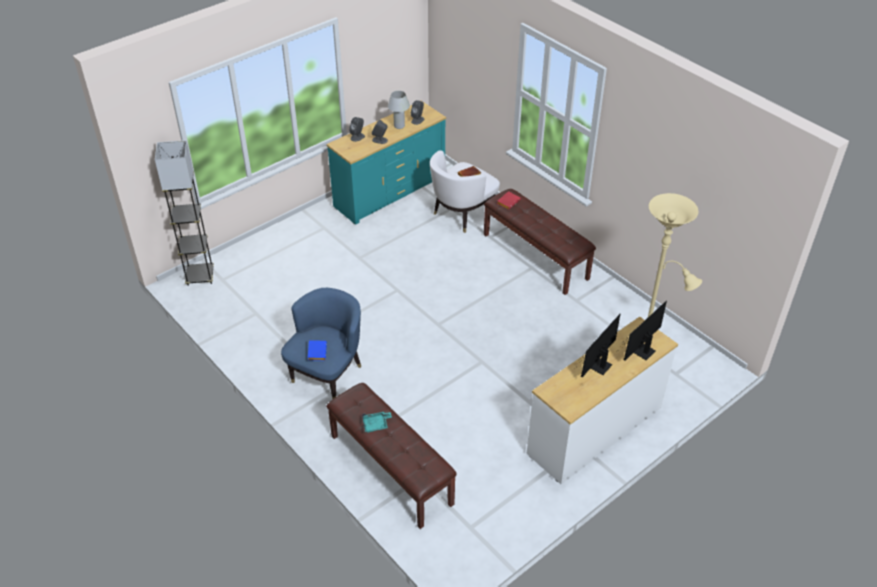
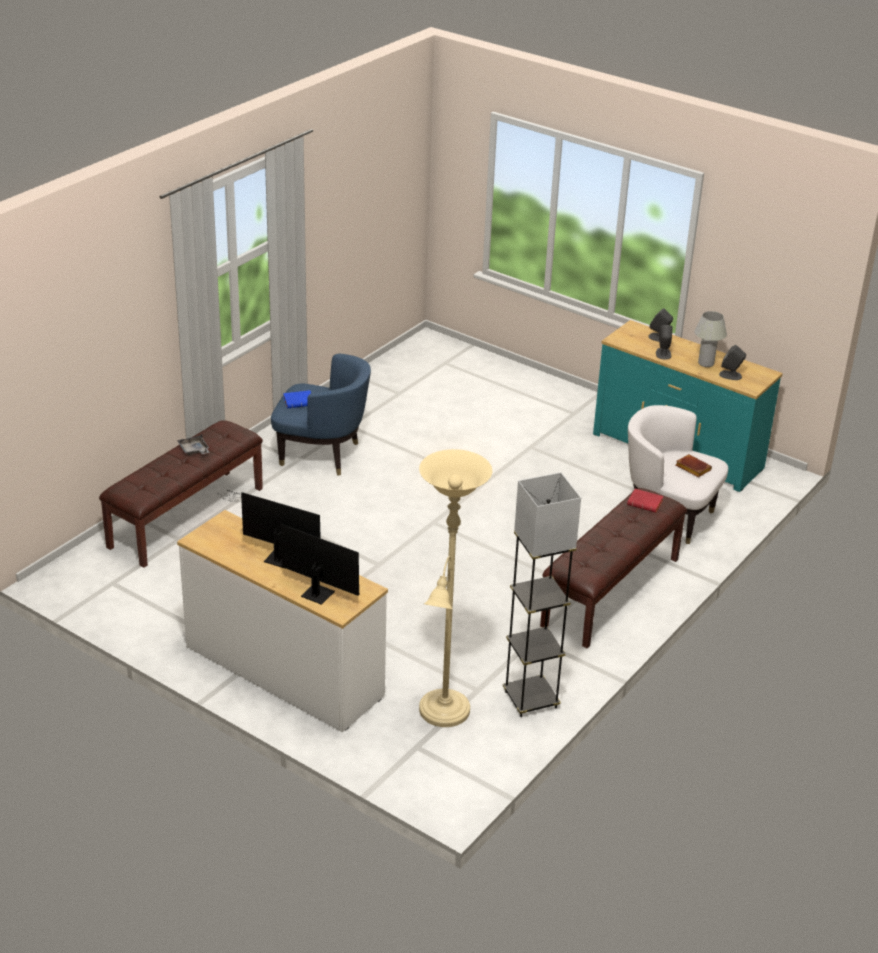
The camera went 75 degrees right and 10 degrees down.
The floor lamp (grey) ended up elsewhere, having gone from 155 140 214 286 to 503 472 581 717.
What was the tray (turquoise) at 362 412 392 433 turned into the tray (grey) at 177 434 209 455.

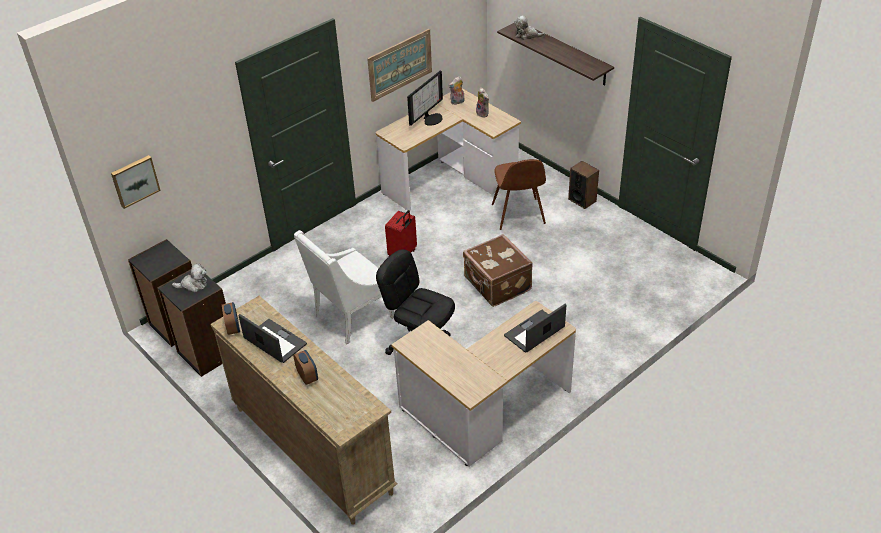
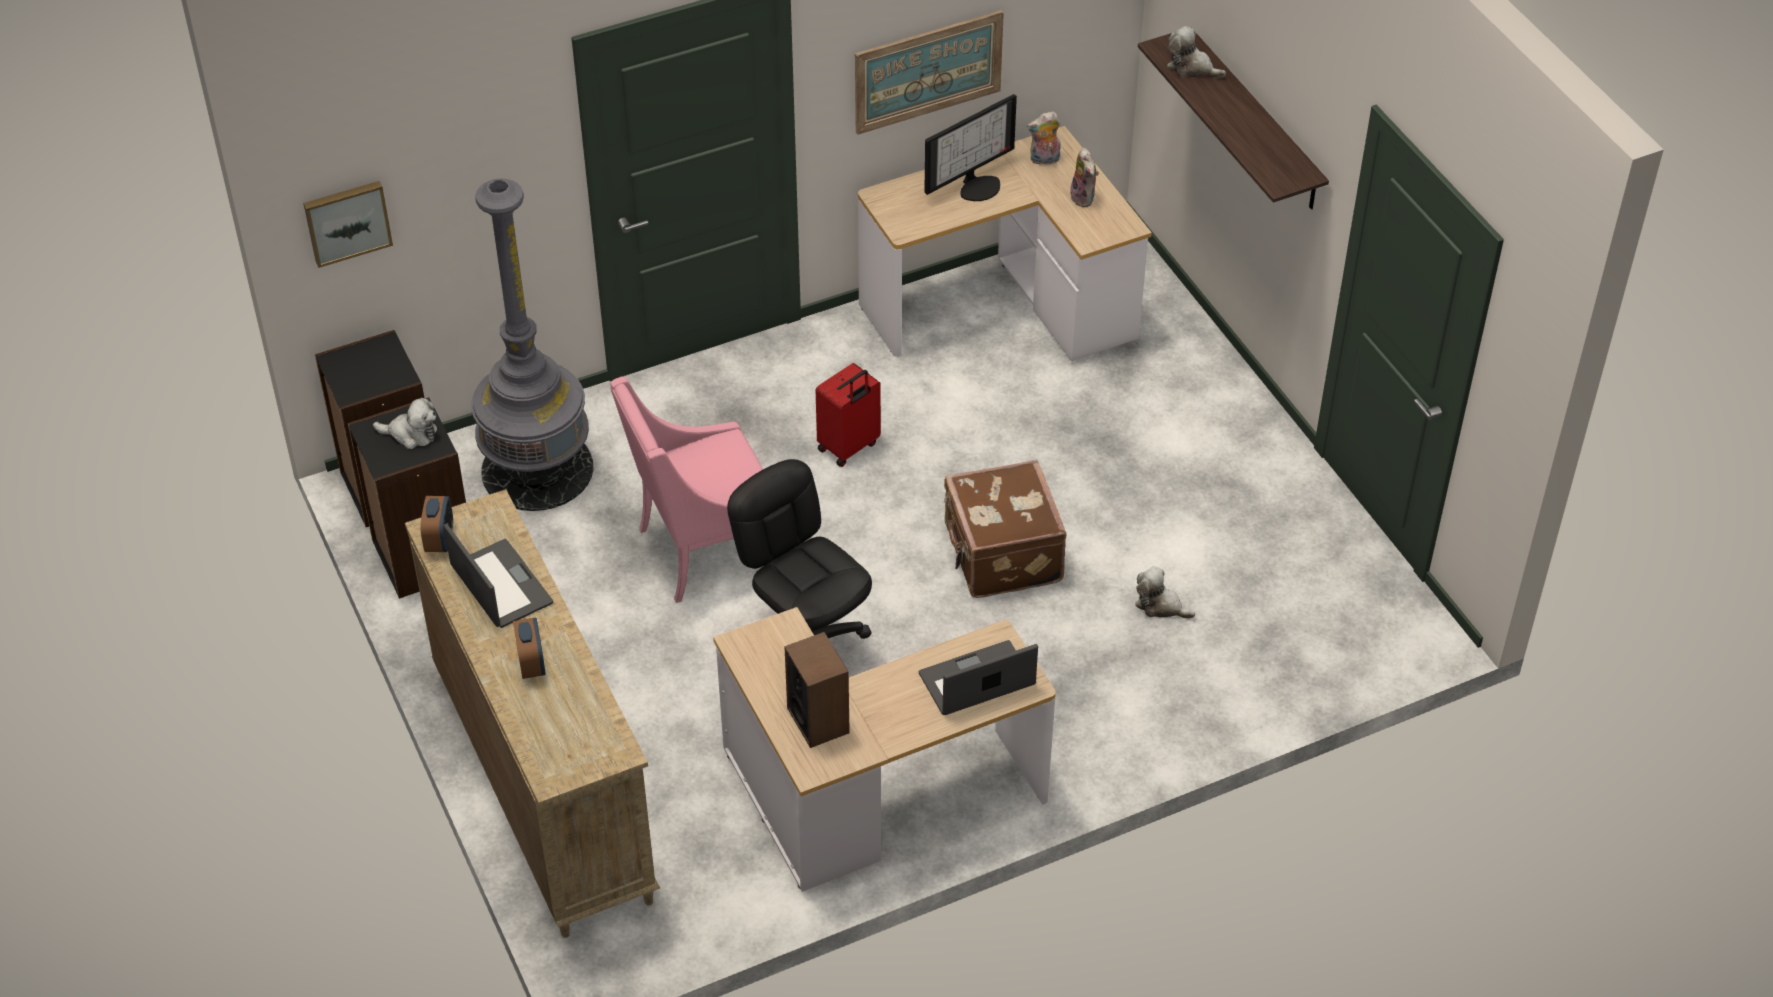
The camera went 15 degrees right and 5 degrees up.
The second view lost the chair (brown) at 492 159 546 230.
The second view gained the floor lamp (grey) at 471 179 593 511.
The second view gained the plush toy at 1135 566 1195 619.
The speaker ended up elsewhere, having gone from 568 161 599 209 to 784 632 850 748.
What was the armchair (white) at 294 230 394 344 turned into the armchair (pink) at 610 376 763 603.

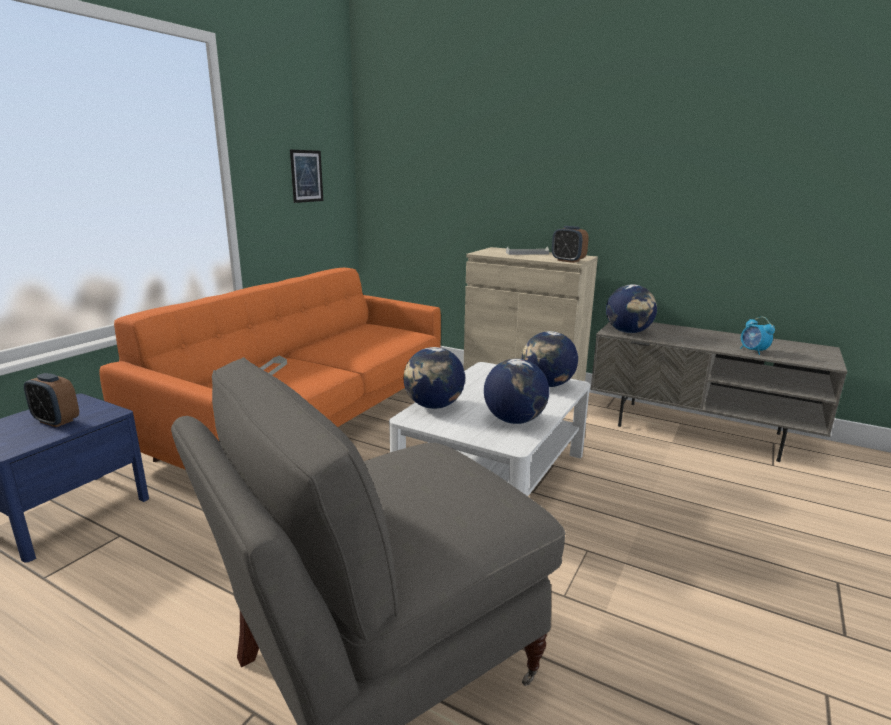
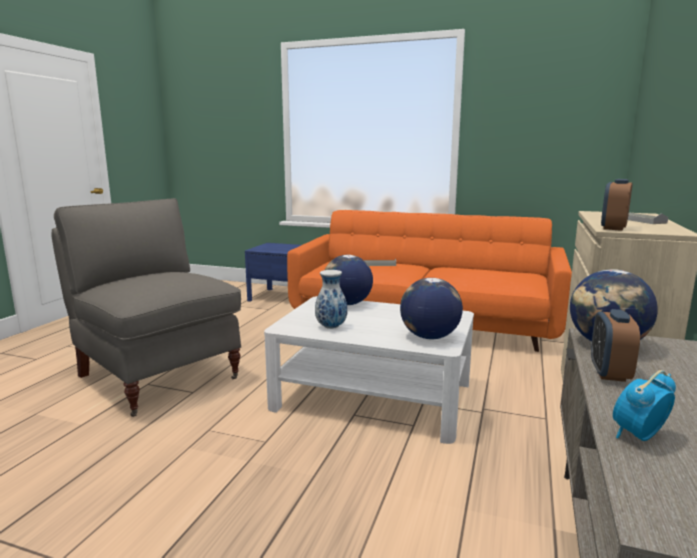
The camera went 80 degrees right and 5 degrees down.
The second view lost the picture at 290 150 323 203.
The alarm clock ended up elsewhere, having gone from 24 373 79 427 to 591 309 640 382.
Where the globe stood at 484 359 549 424, the vase came to stand at 315 270 348 329.

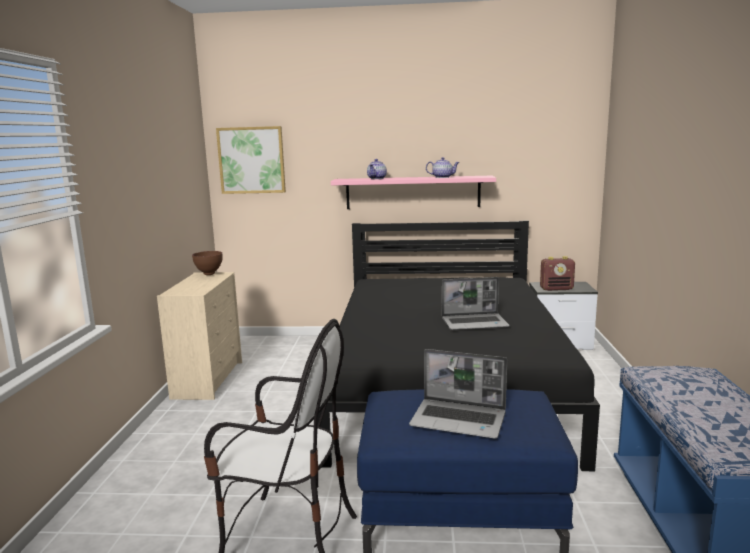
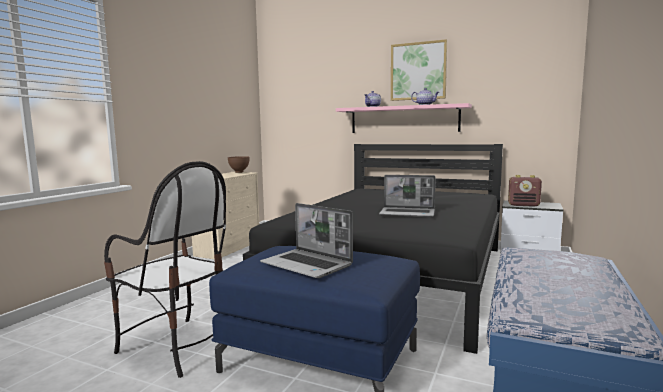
The camera went 20 degrees right and 5 degrees down.
The picture ended up elsewhere, having gone from 216 126 286 194 to 391 39 447 101.

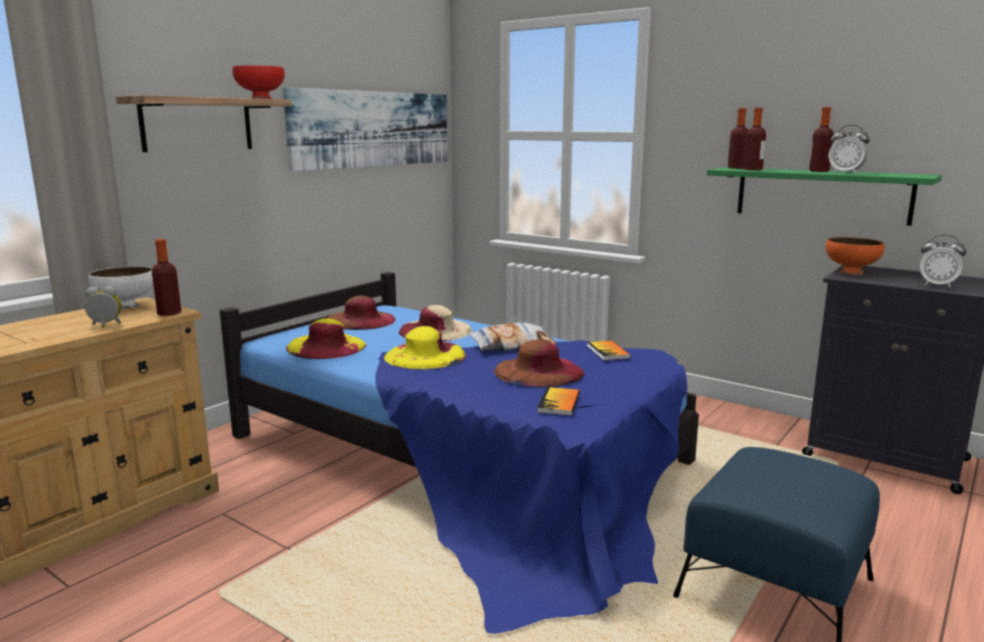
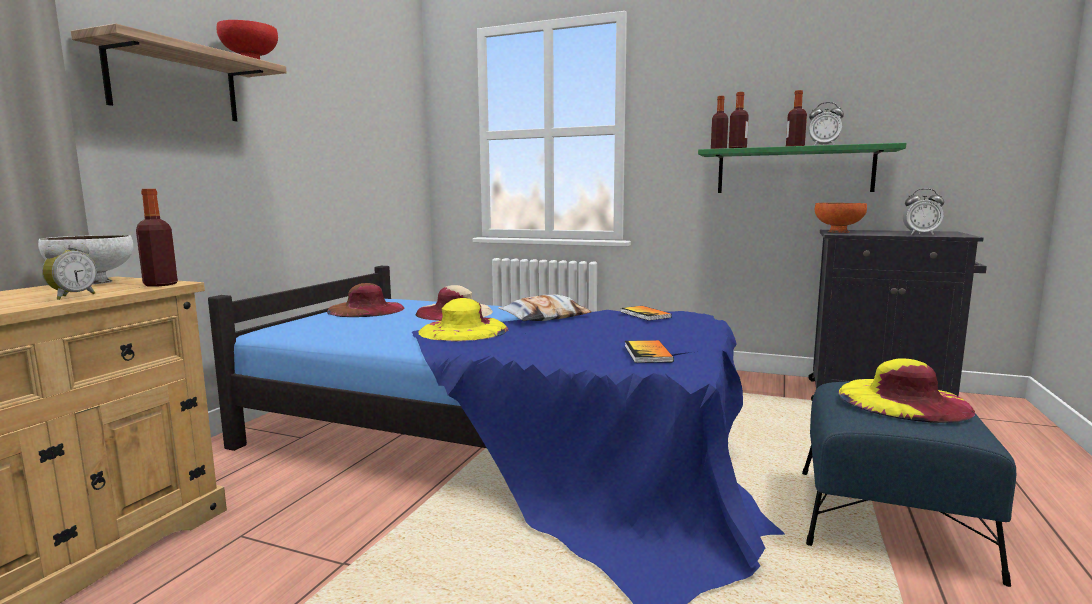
The camera went 15 degrees left and 5 degrees down.
The second view lost the picture at 283 87 447 171.
The second view lost the hat (brown) at 494 339 584 388.
The hat (yellow) ended up elsewhere, having gone from 286 319 366 359 to 838 358 975 423.
The alarm clock at 85 286 122 328 ended up facing another way, 135 degrees clockwise from before.

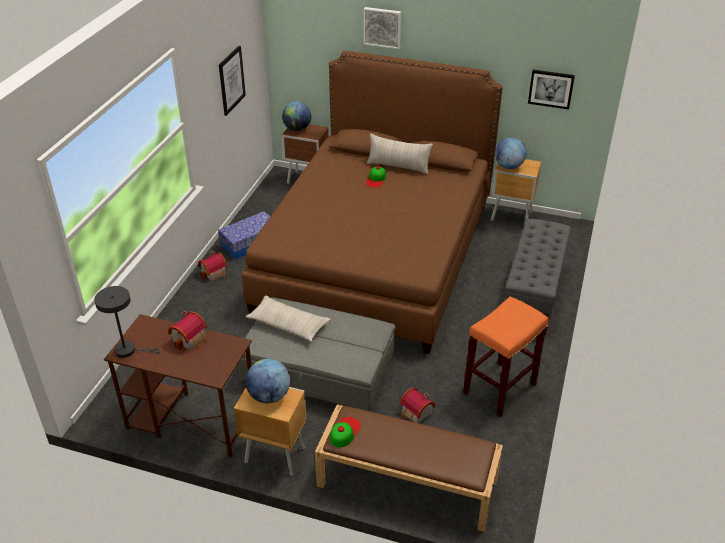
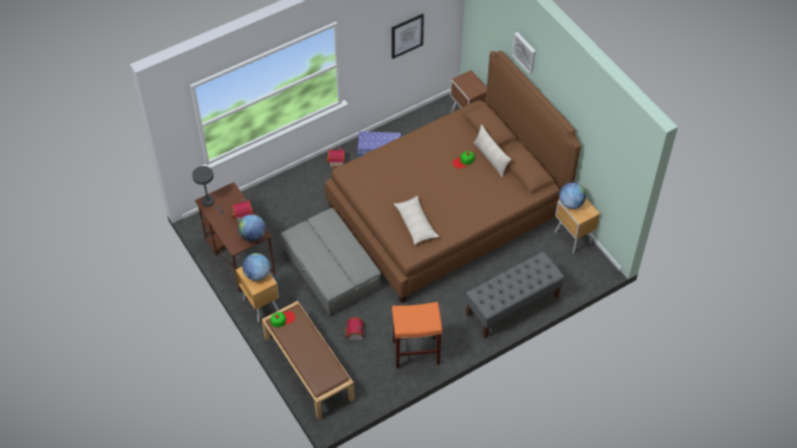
The camera went 40 degrees right and 15 degrees up.
The second view lost the picture at 528 70 575 110.
The pillow (beige) ended up elsewhere, having gone from 245 296 331 342 to 394 196 439 245.
The globe ended up elsewhere, having gone from 282 102 311 131 to 238 214 266 242.

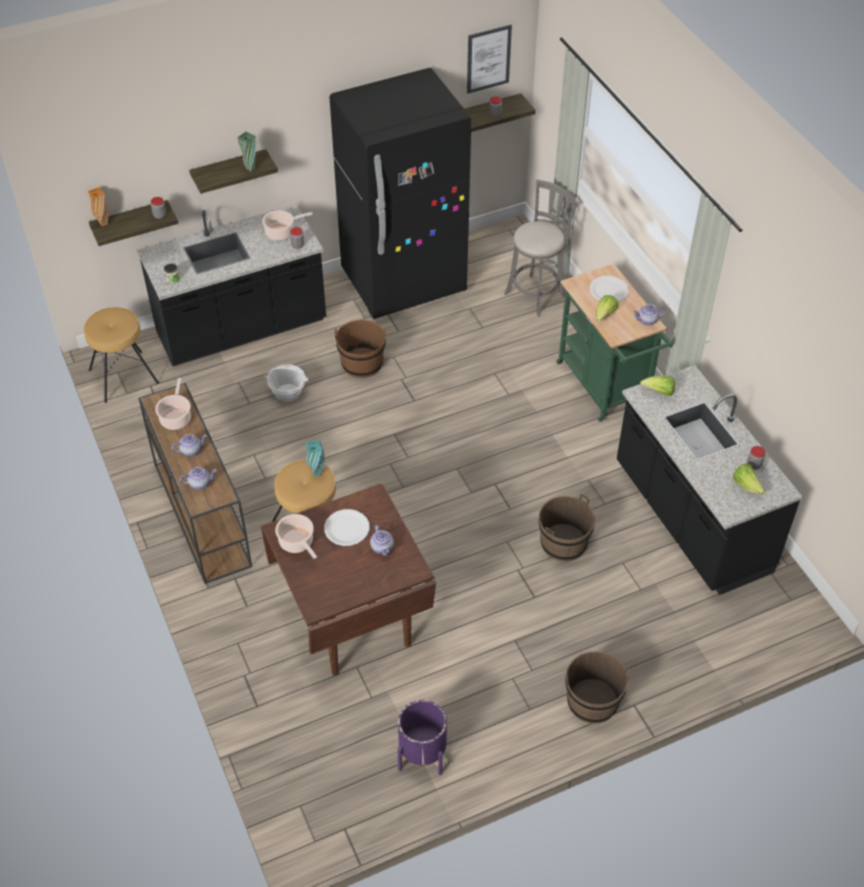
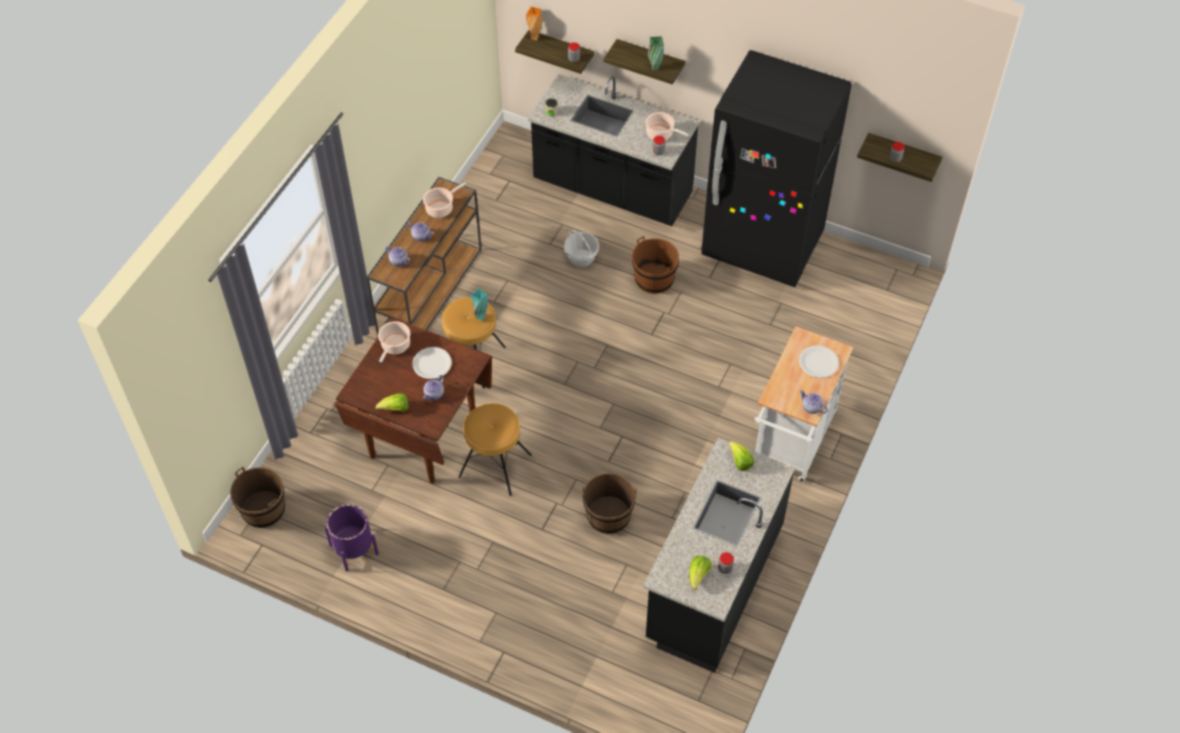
The camera went 50 degrees right and 5 degrees up.
The second view lost the picture at 467 24 512 94.
The second view lost the stool (grey) at 504 180 577 316.
The stool (brown) ended up elsewhere, having gone from 84 307 159 403 to 458 403 532 496.
The bucket (brown) ended up elsewhere, having gone from 565 651 630 724 to 230 467 285 528.
The lettuce ended up elsewhere, having gone from 596 295 618 322 to 375 393 409 412.
What was the cart (green) at 556 264 674 422 turned into the cart (white) at 754 326 853 482.

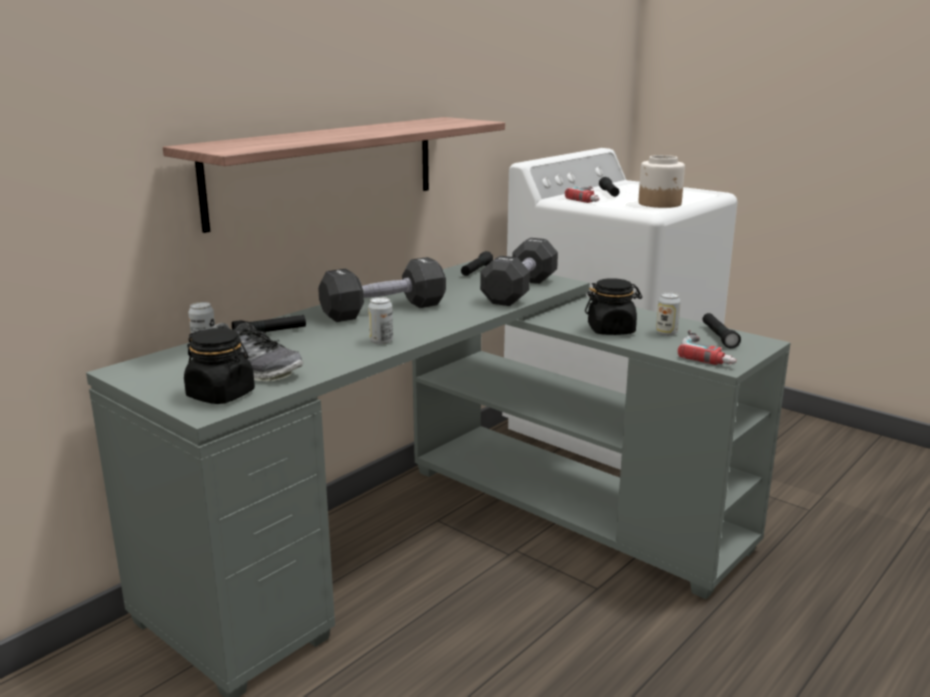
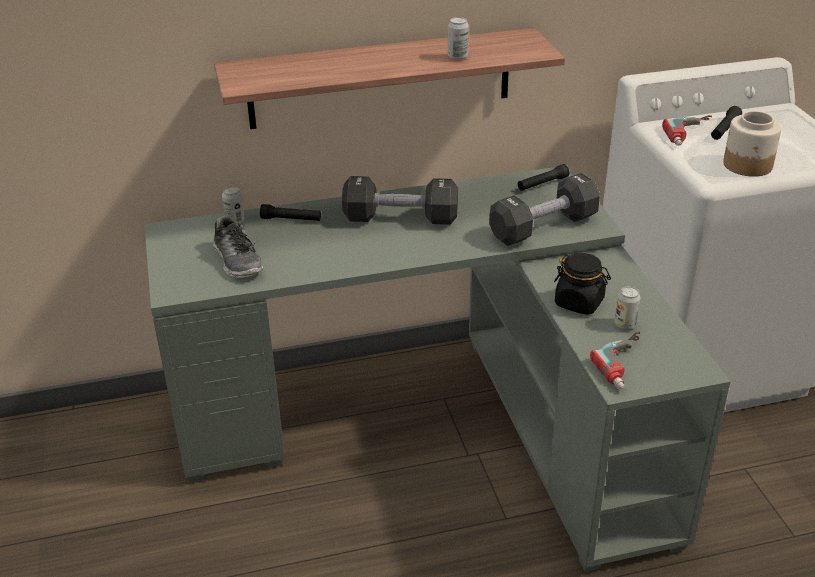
The camera went 35 degrees right and 15 degrees up.
The second view lost the jar (black) at 184 328 255 404.
The second view lost the flashlight (black) at 703 313 741 349.
The can ended up elsewhere, having gone from 368 297 393 344 to 448 17 469 60.

